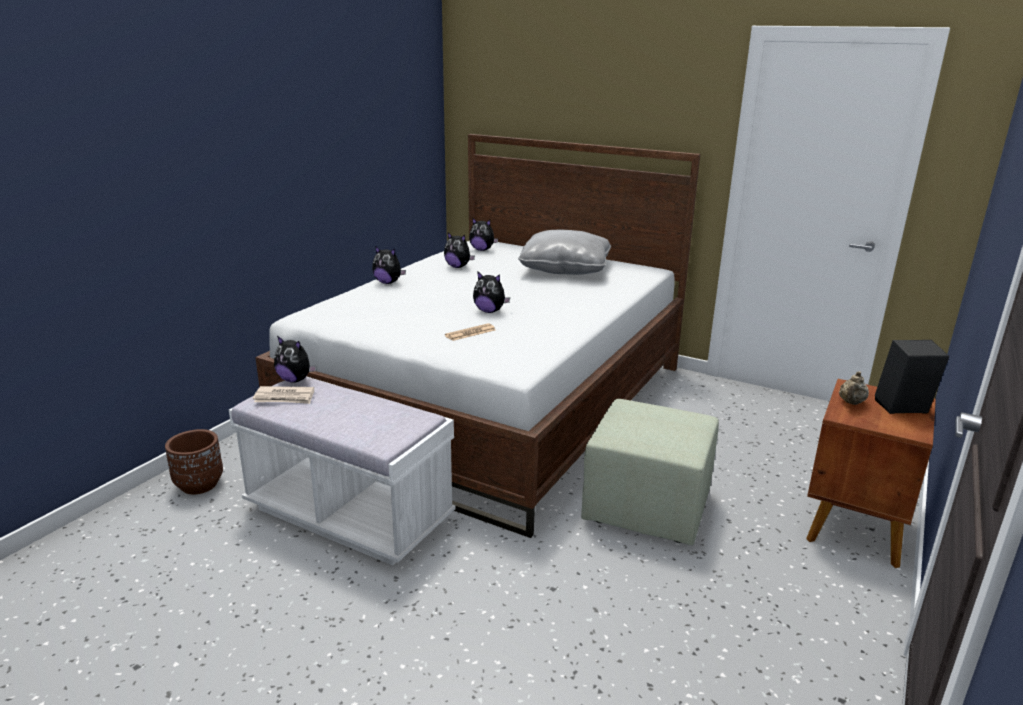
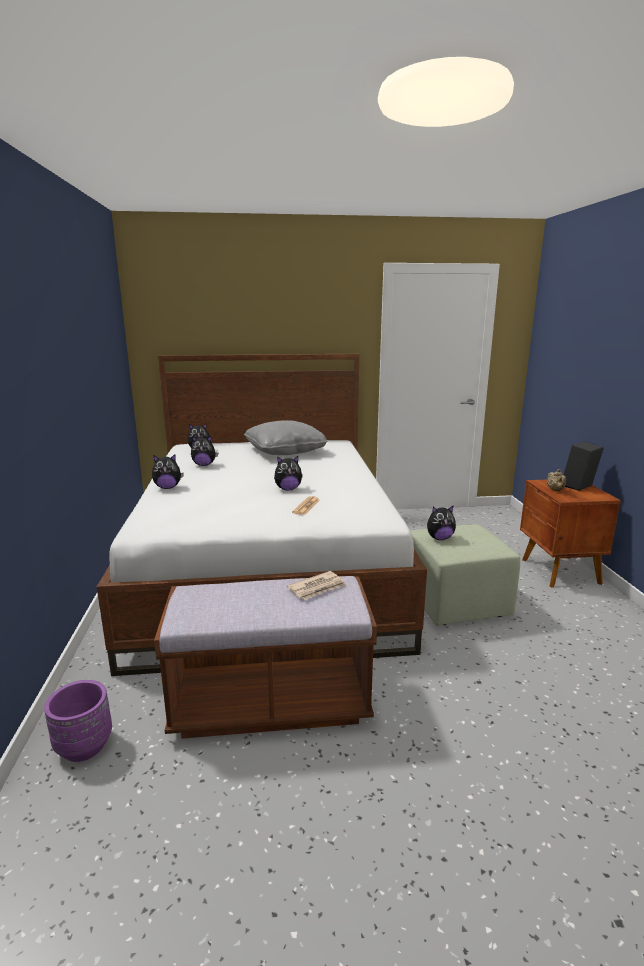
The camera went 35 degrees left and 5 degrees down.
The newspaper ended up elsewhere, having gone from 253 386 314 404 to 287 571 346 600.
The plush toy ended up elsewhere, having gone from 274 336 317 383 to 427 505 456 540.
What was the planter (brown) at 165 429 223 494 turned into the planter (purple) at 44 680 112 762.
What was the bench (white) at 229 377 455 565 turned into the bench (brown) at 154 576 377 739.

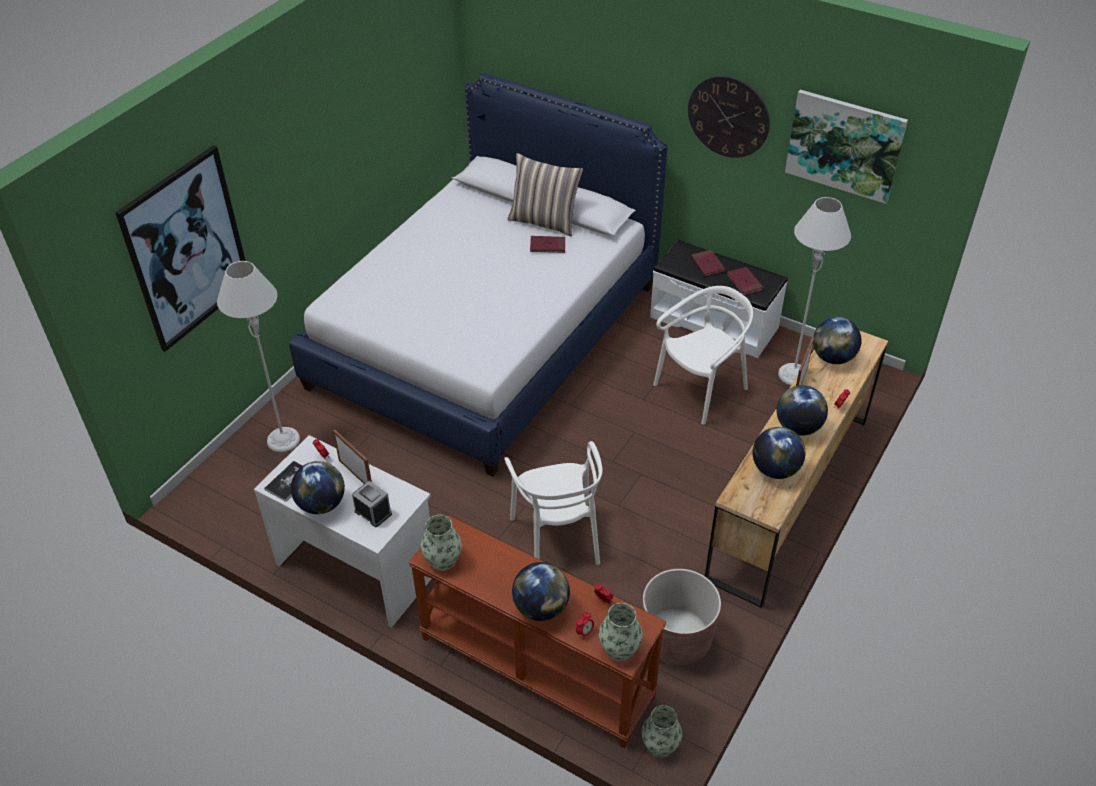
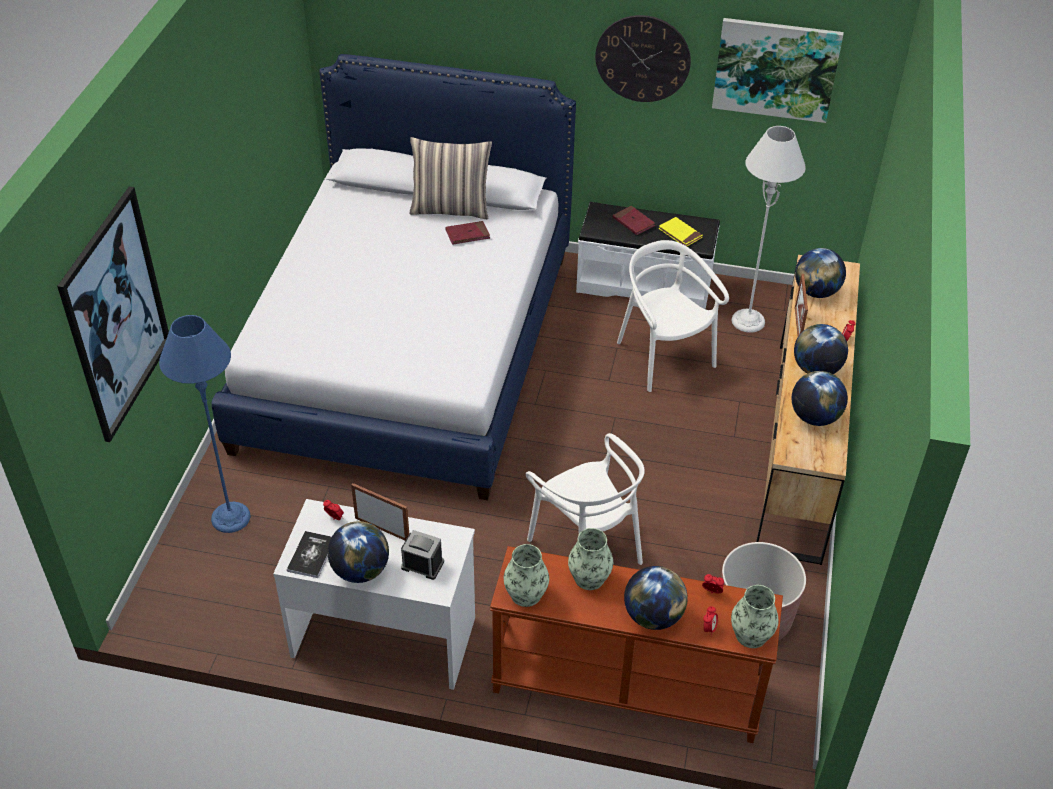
The camera went 20 degrees left and 0 degrees up.
The vase ended up elsewhere, having gone from 641 705 682 758 to 568 528 613 590.
What was the floor lamp (grey) at 217 261 300 452 turned into the floor lamp (blue) at 159 315 251 533.
What was the book (red) at 727 267 764 295 turned into the book (yellow) at 659 217 703 246.
The chair (white) at 653 286 753 425 ended up facing another way, 60 degrees counterclockwise from before.

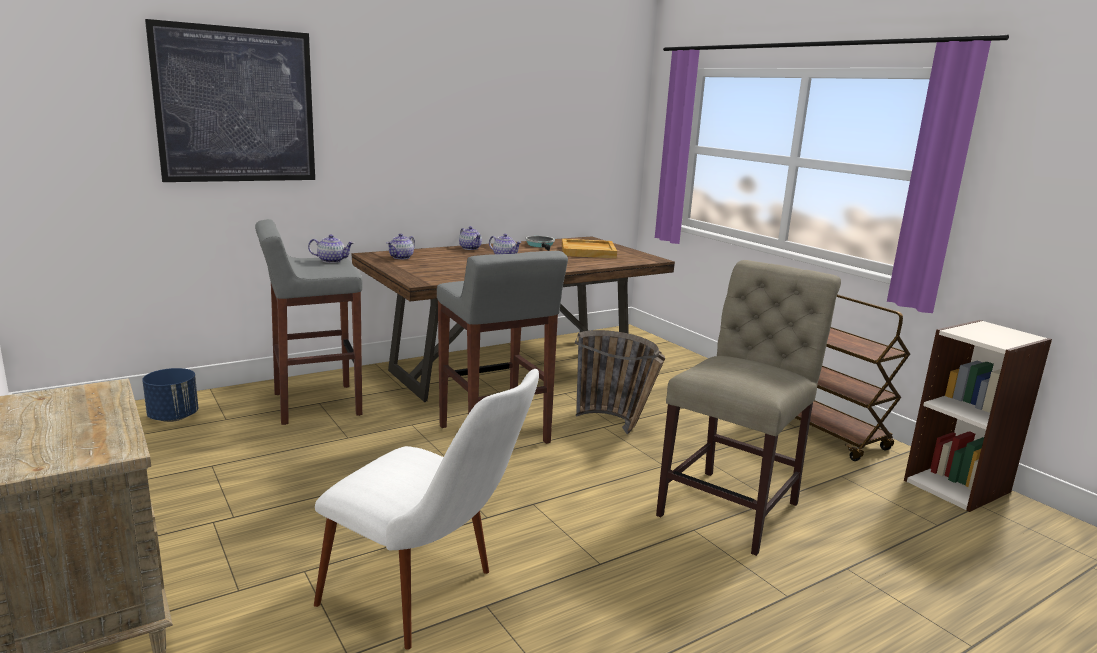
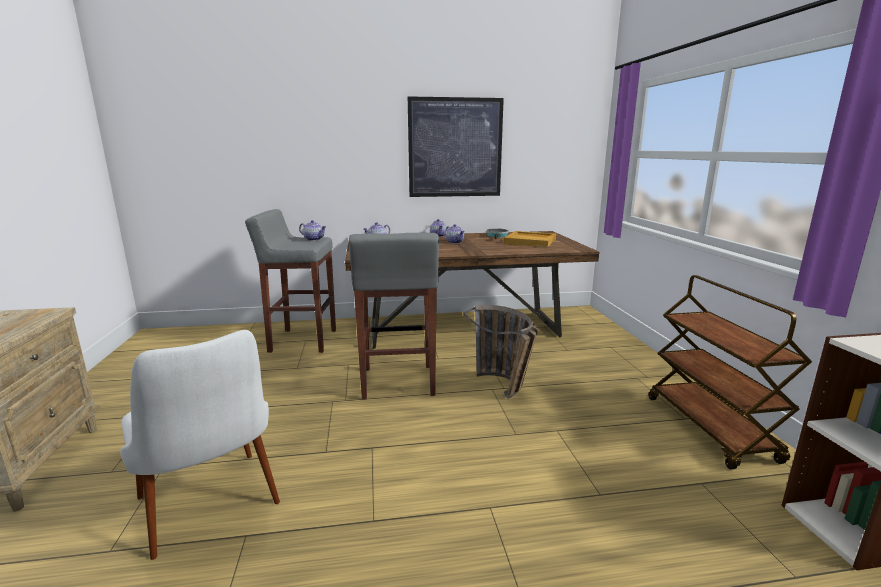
The camera went 25 degrees right and 0 degrees up.
The second view lost the planter (blue) at 142 368 198 422.
The second view lost the chair (beige) at 656 260 841 556.
The picture ended up elsewhere, having gone from 145 19 315 182 to 408 96 504 197.

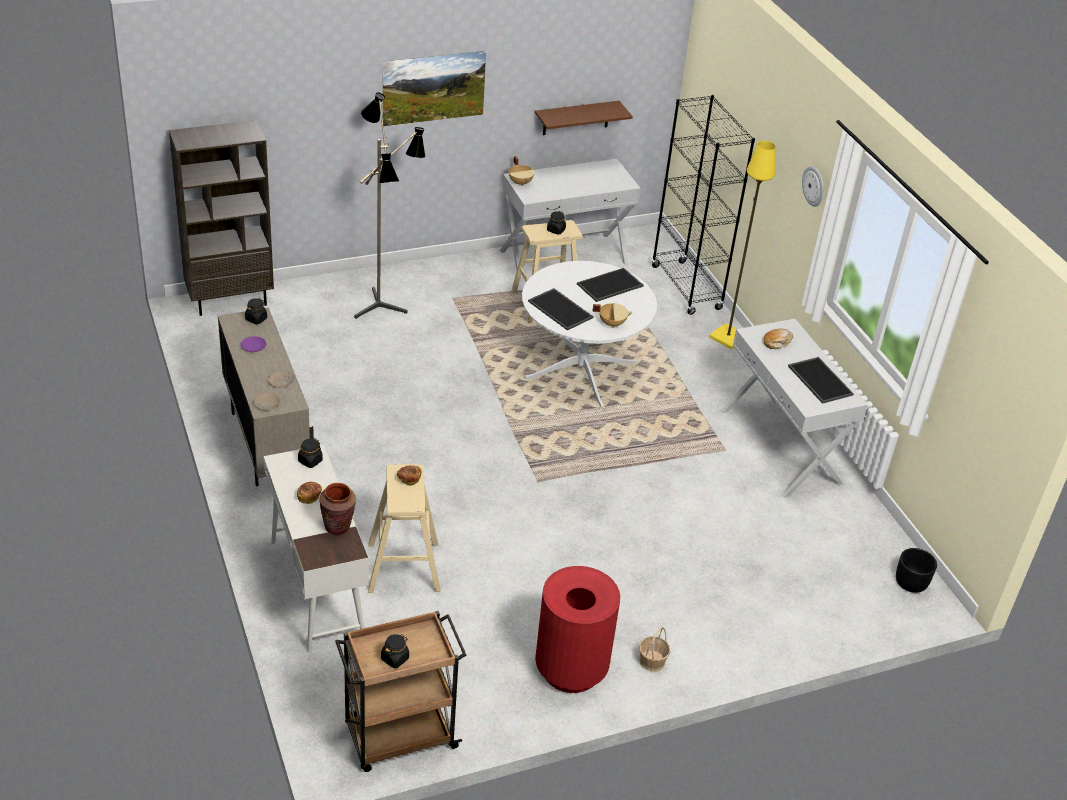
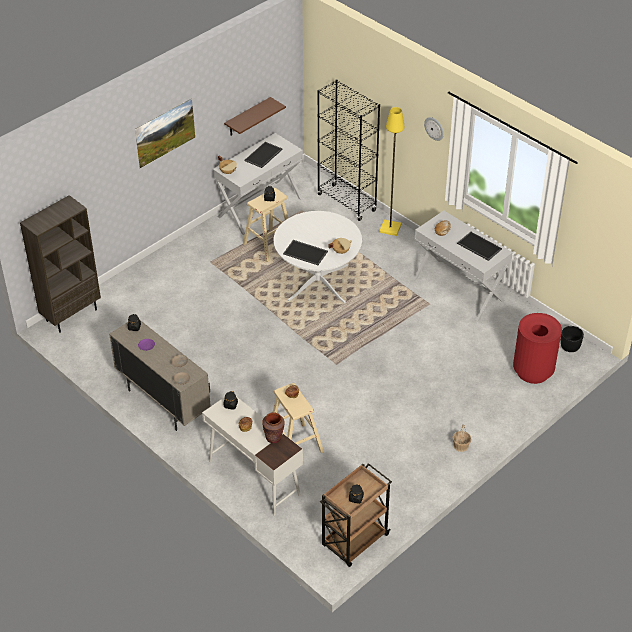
The camera went 20 degrees left and 5 degrees up.
The second view lost the floor lamp at 354 92 425 319.
The trash can (red) ended up elsewhere, having gone from 535 566 620 693 to 513 313 562 384.
The tray ended up elsewhere, having gone from 577 268 644 302 to 244 142 283 168.

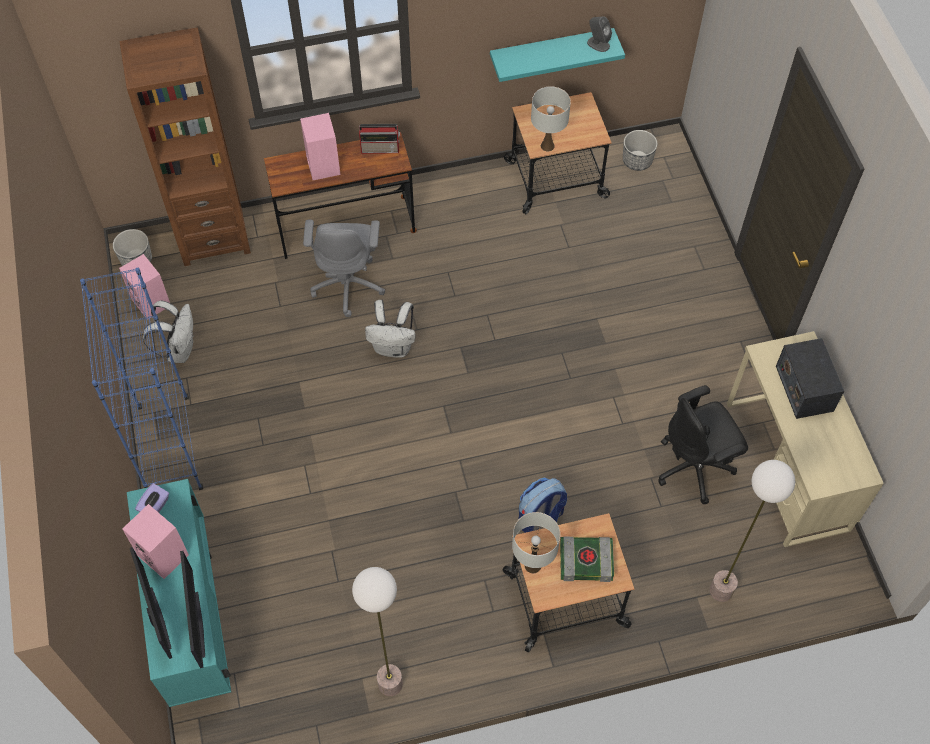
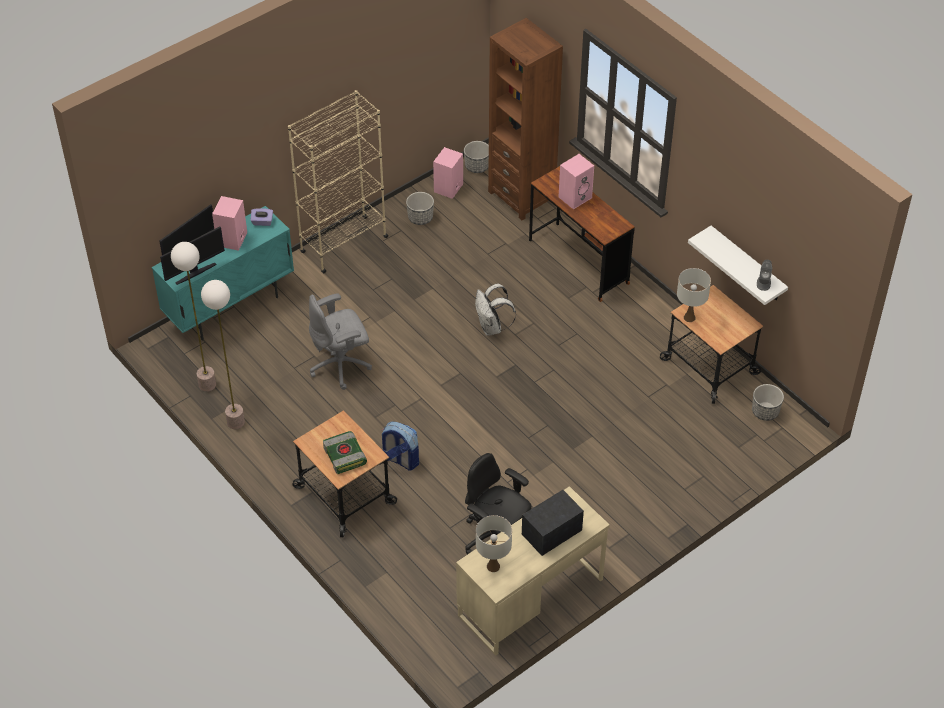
The camera went 65 degrees right and 10 degrees down.
The second view lost the radio at 359 124 400 154.
The office chair (grey) ended up elsewhere, having gone from 303 219 385 317 to 309 294 372 390.
The table lamp (white) ended up elsewhere, having gone from 512 512 560 573 to 476 515 512 572.
The floor lamp ended up elsewhere, having gone from 710 460 795 602 to 171 242 216 392.
Where the backpack (white) stood at 143 300 194 363, the planter came to stand at 406 192 434 225.
What was the bookcase (blue) at 80 268 203 490 turned into the bookcase (beige) at 288 90 389 273.
What was the shelf (turquoise) at 490 28 625 82 turned into the shelf (white) at 688 226 788 305.

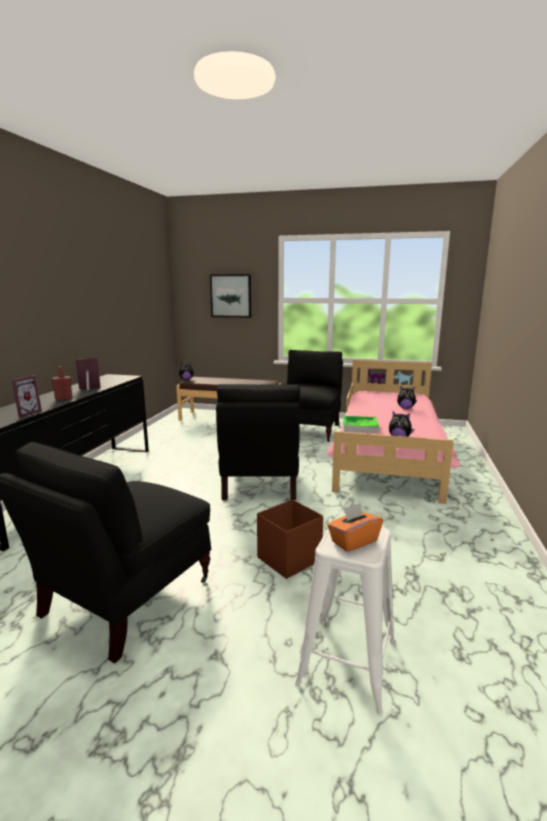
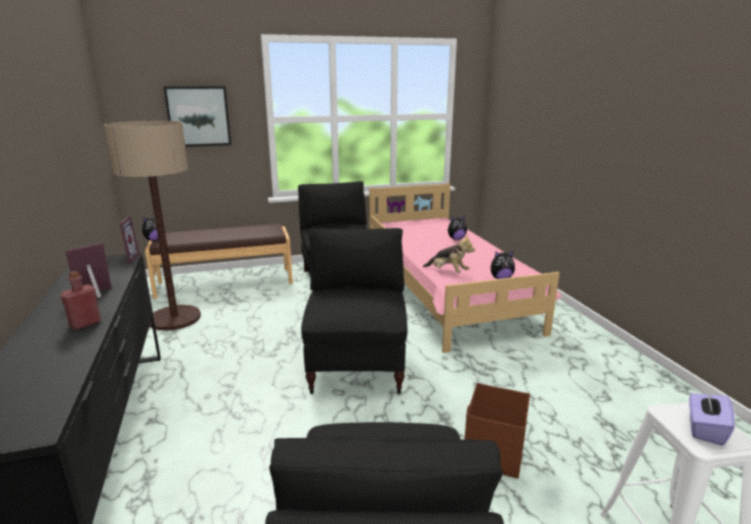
The camera went 30 degrees left and 5 degrees up.
The second view gained the floor lamp at 104 121 201 331.
The picture frame ended up elsewhere, having gone from 12 375 42 418 to 118 216 139 264.
Where the tray stood at 343 416 379 433, the plush toy came to stand at 423 236 475 273.
What was the tissue box (orange) at 327 503 383 552 turned into the tissue box (purple) at 689 389 735 445.
The armchair (black) at 216 384 300 500 ended up facing another way, 150 degrees counterclockwise from before.

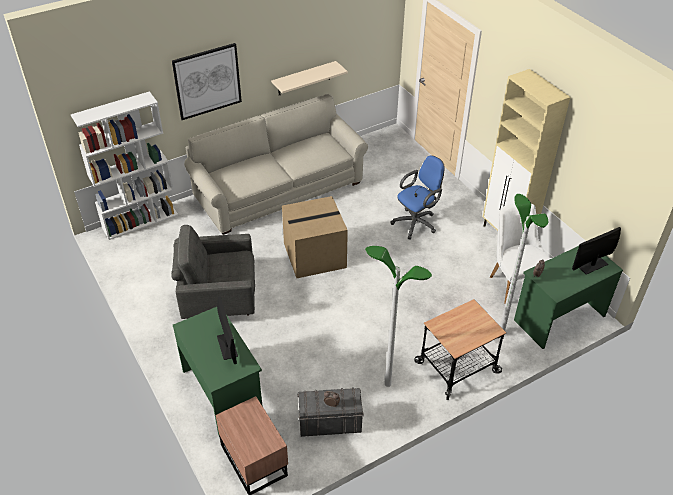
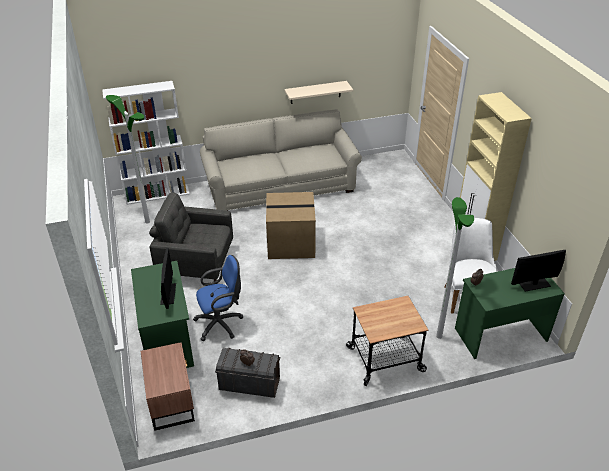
The camera went 15 degrees right and 5 degrees down.
The second view lost the picture at 172 43 242 120.
The floor lamp ended up elsewhere, having gone from 365 246 432 387 to 106 95 150 224.
The office chair (blue) ended up elsewhere, having gone from 391 155 445 240 to 194 255 243 341.

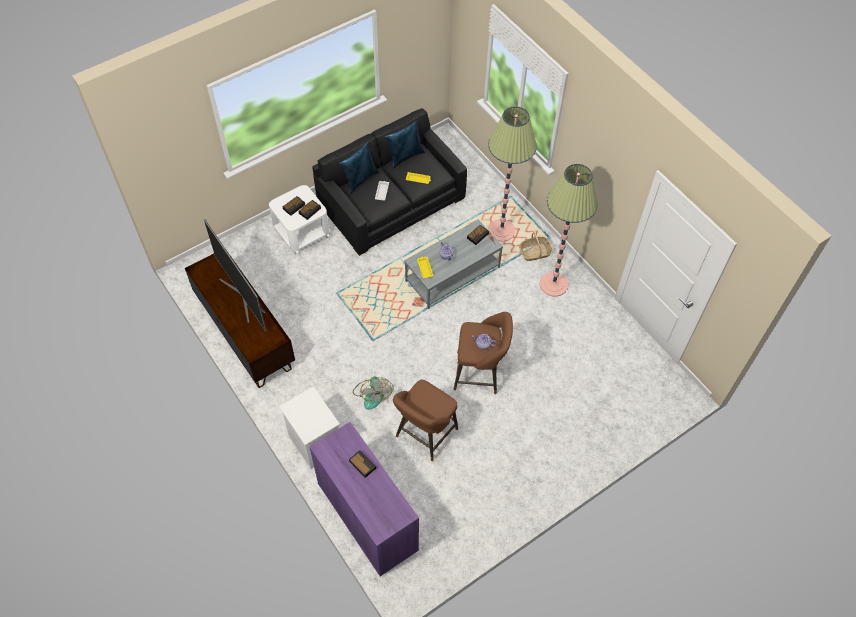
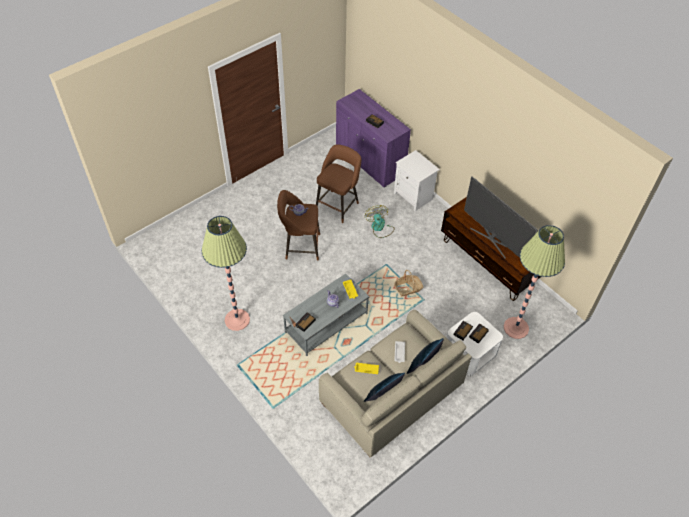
The camera went 175 degrees right and 5 degrees down.
The floor lamp ended up elsewhere, having gone from 488 106 537 242 to 504 225 565 339.
The basket ended up elsewhere, having gone from 519 232 553 261 to 394 270 423 296.
What was the sofa (black) at 312 108 467 256 turned into the sofa (beige) at 319 310 472 457.

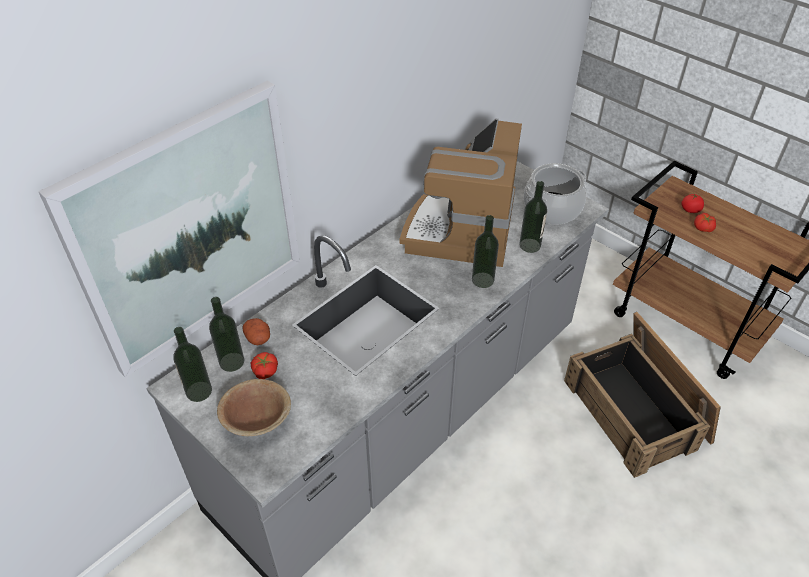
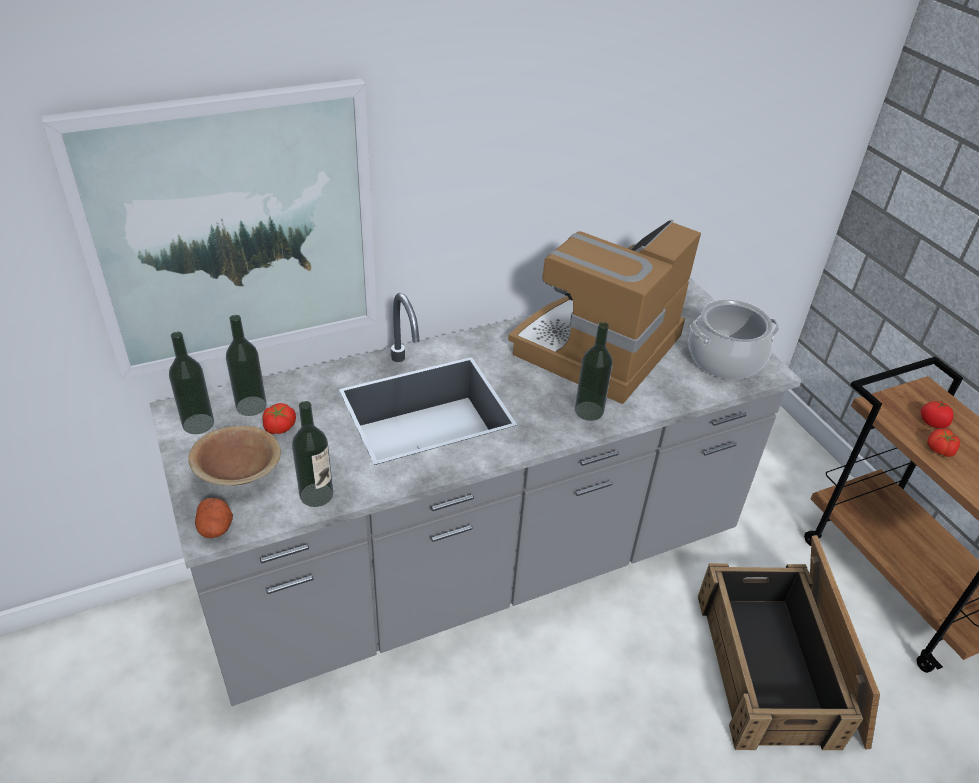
The camera went 20 degrees right and 5 degrees down.
The potato ended up elsewhere, having gone from 242 318 270 345 to 195 498 233 538.
The bottle ended up elsewhere, having gone from 519 181 547 253 to 292 401 333 507.

